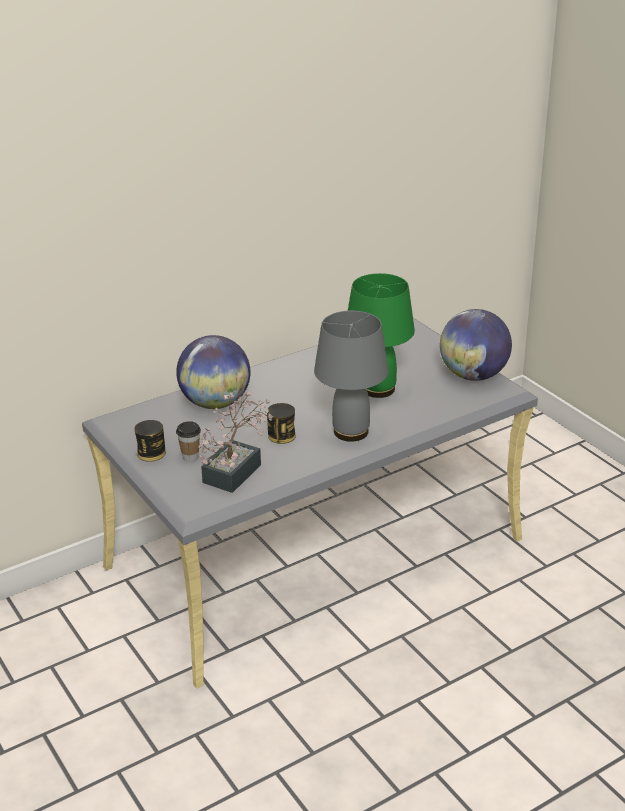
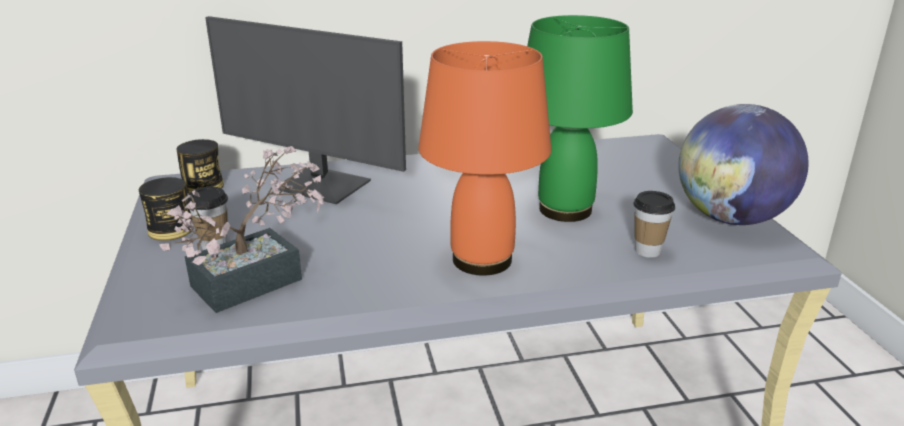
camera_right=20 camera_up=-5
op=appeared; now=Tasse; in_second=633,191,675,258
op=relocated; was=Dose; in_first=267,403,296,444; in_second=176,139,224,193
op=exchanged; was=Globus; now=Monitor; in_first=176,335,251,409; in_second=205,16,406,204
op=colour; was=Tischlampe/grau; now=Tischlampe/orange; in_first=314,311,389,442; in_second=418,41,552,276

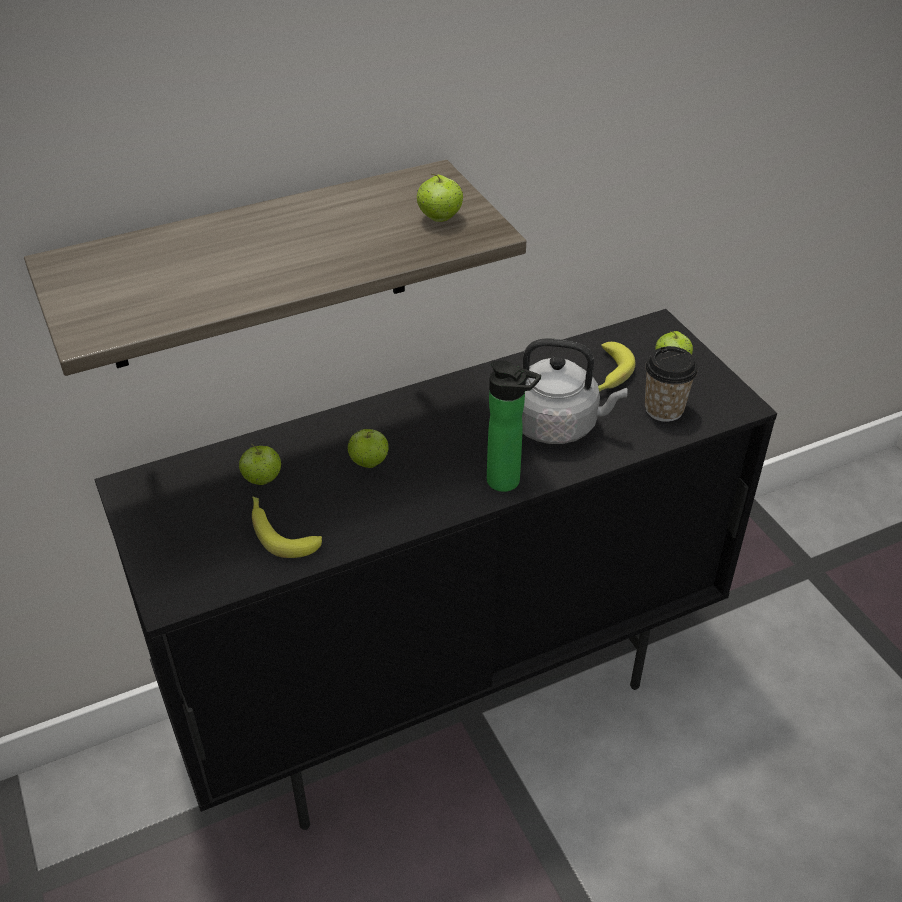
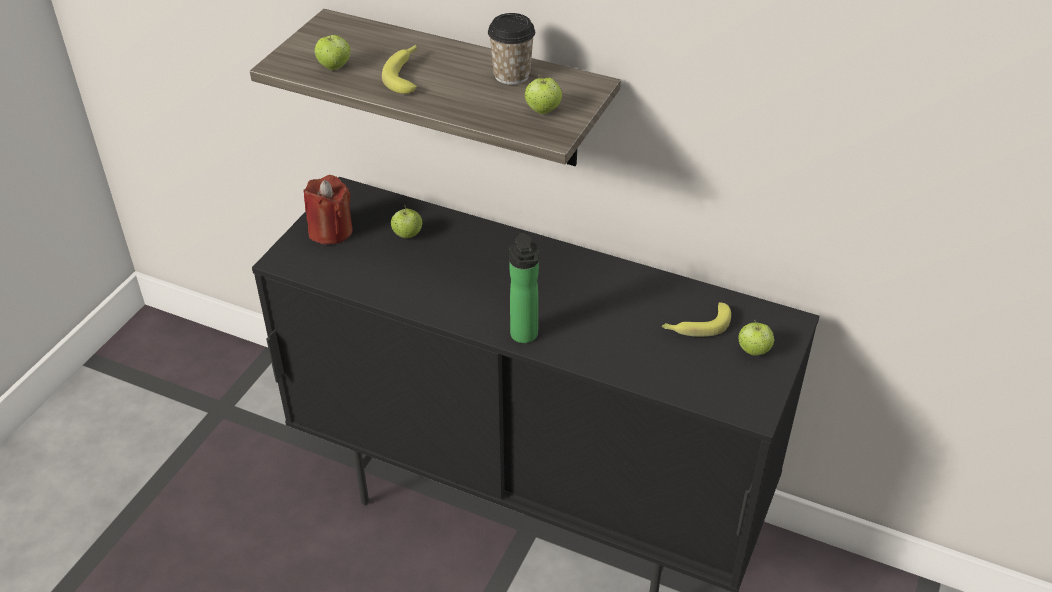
camera_right=50 camera_up=0
op=missing; was=Wasserkessel/grau; in_first=522,339,627,444
op=appeared; now=Kerze/rot; in_second=303,175,353,245
op=relocated; was=Banane; in_first=252,497,322,558; in_second=382,45,417,94
op=relocated; was=Apfel; in_first=347,429,389,468; in_second=315,35,350,70
op=relocated; was=Tasse; in_first=645,346,698,422; in_second=488,13,535,85

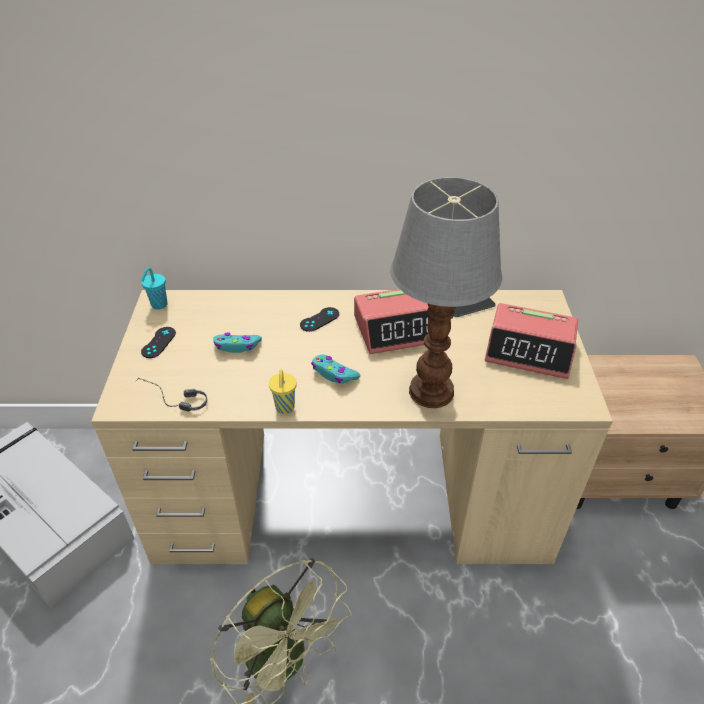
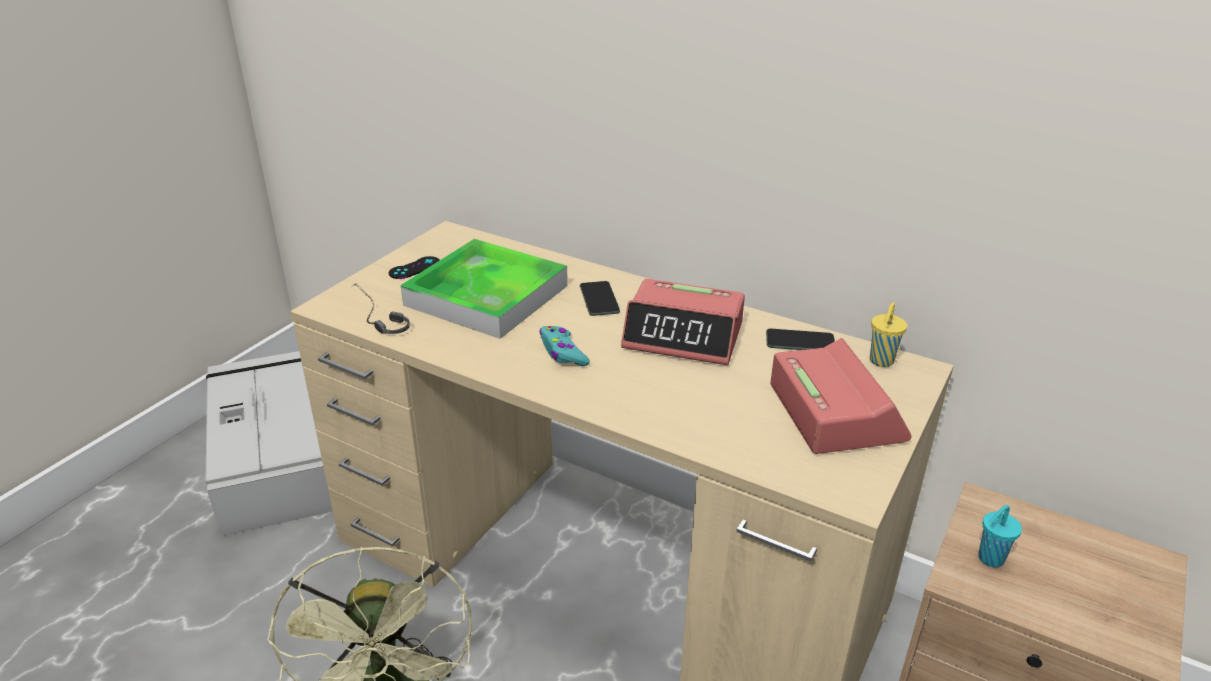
camera_right=30 camera_up=-10
op=missing; was=Tischlampe; in_first=390,177,502,408
op=relocated; was=Tasse/türkis; in_first=141,267,168,310; in_second=978,505,1022,567
op=relocated; was=Tasse/gelb; in_first=269,369,297,414; in_second=870,302,907,367
op=exchanged; was=Gamepad/türkis; now=Tablett; in_first=213,332,262,353; in_second=401,239,568,339
op=exchanged; was=Gamepad/schwarz; now=Handy; in_first=300,307,339,332; in_second=580,281,620,316
op=spun; was=Wecker; in_first=485,303,578,379; in_second=770,338,912,454; clockwise=-150

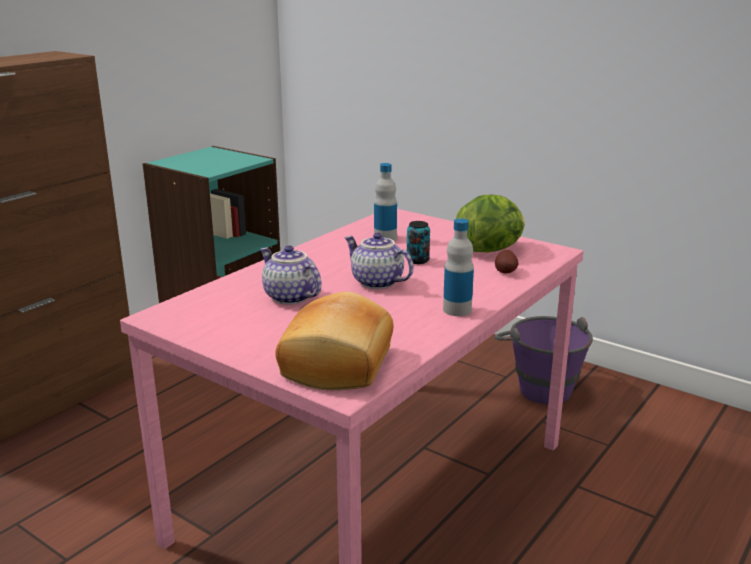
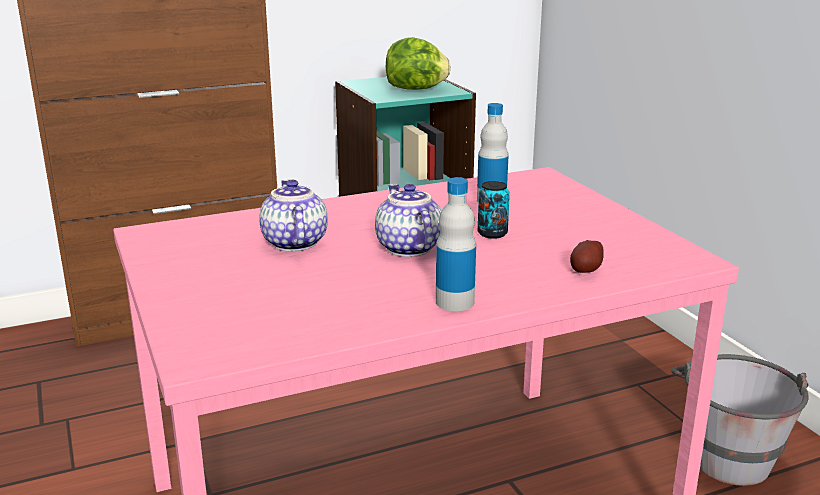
camera_right=30 camera_up=0
op=missing; was=Brot; in_first=275,292,394,390
op=relocated; was=Salatkopf; in_first=456,195,525,252; in_second=386,37,451,90
op=colour; was=Eimer/lila; now=Eimer/grau; in_first=494,316,593,405; in_second=671,354,809,486

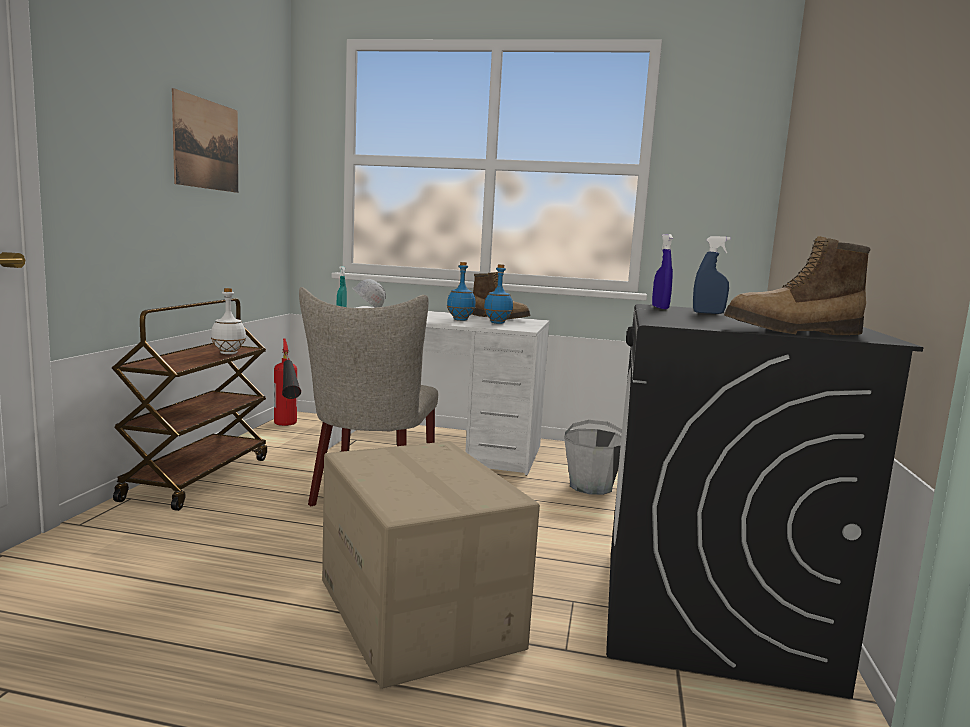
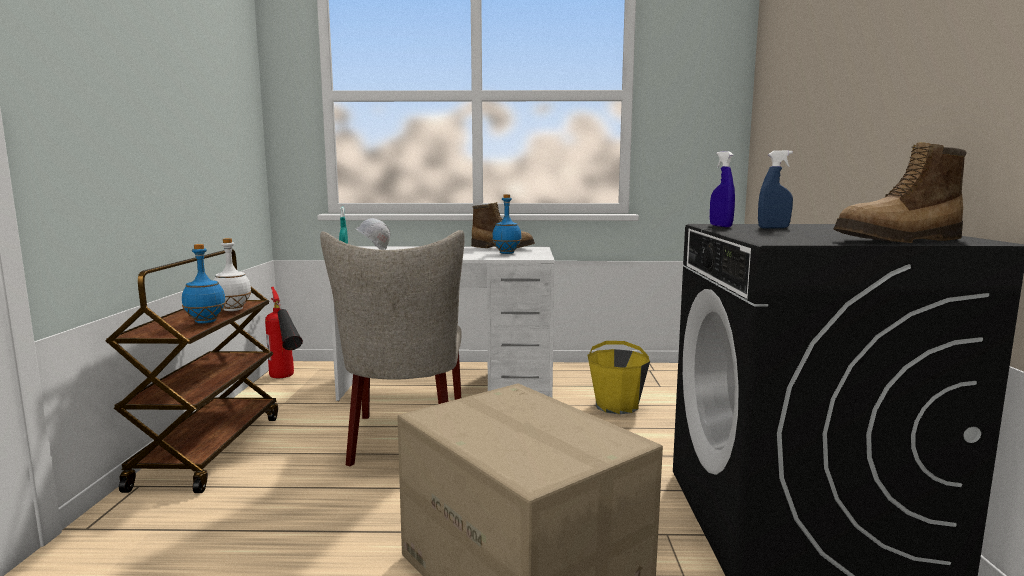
camera_right=-10 camera_up=0
op=missing; was=Bild; in_first=172,88,238,193
op=relocated; was=Flasche/blau; in_first=447,262,476,321; in_second=182,244,226,324
op=colour; was=Eimer/grau; now=Eimer/gelb; in_first=564,420,622,495; in_second=588,341,650,415

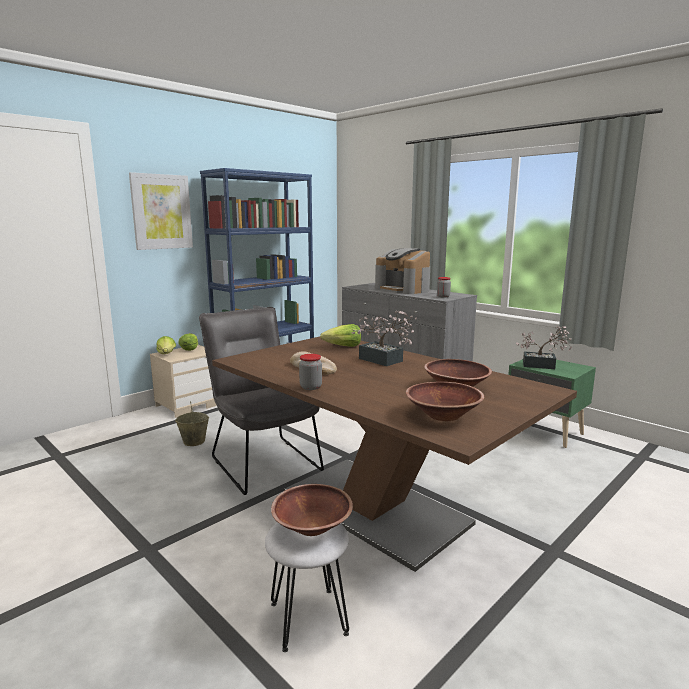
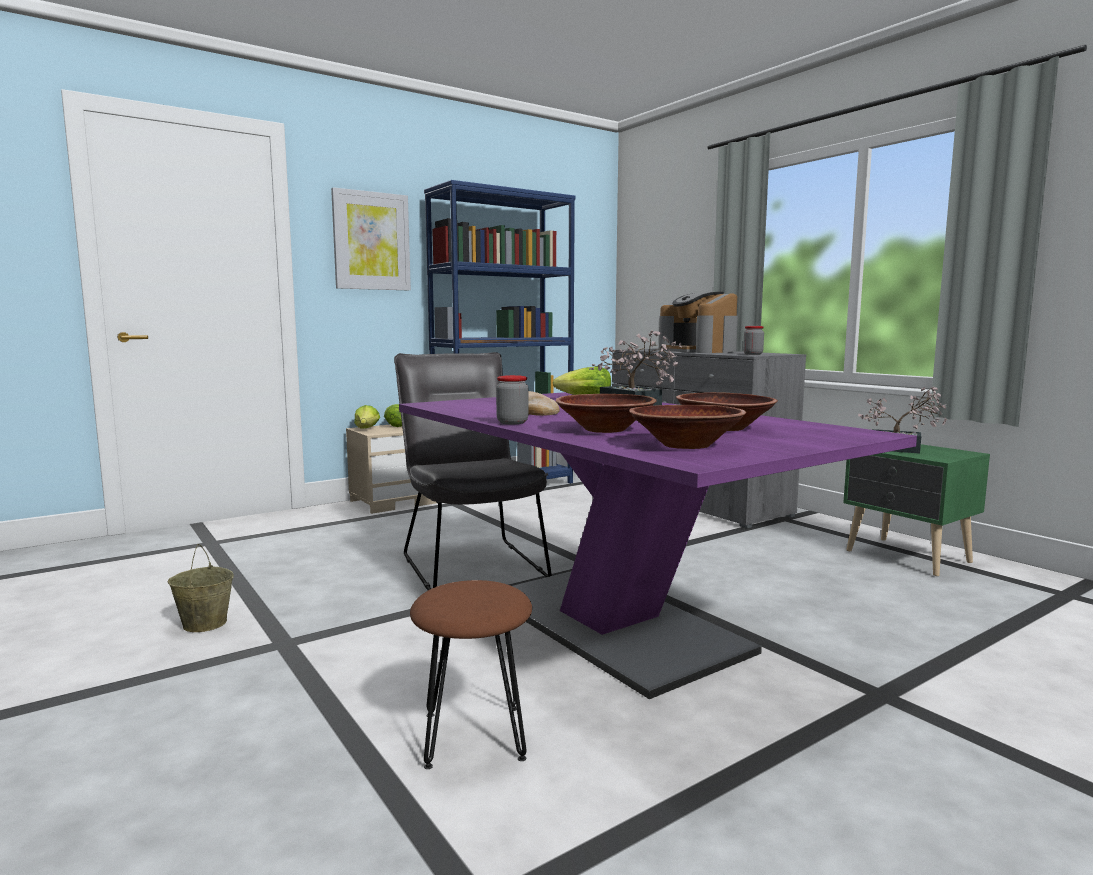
camera_right=10 camera_up=-5
op=relocated; was=Eimer/beige; in_first=175,401,209,446; in_second=168,544,234,632
op=relocated; was=Schüssel/braun; in_first=271,484,353,536; in_second=556,394,656,433
op=colour; was=Esstisch/braun; now=Esstisch/lila; in_first=212,337,577,572; in_second=399,392,917,699
op=colour; was=Hocker/weiß; now=Hocker/braun; in_first=265,522,349,652; in_second=410,580,532,769

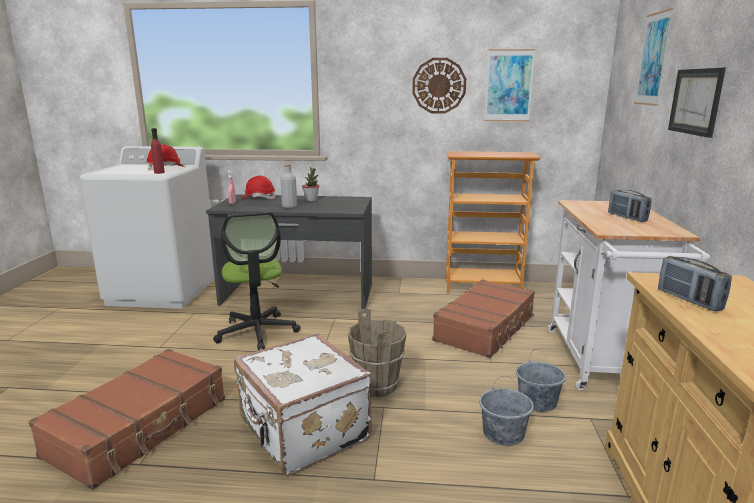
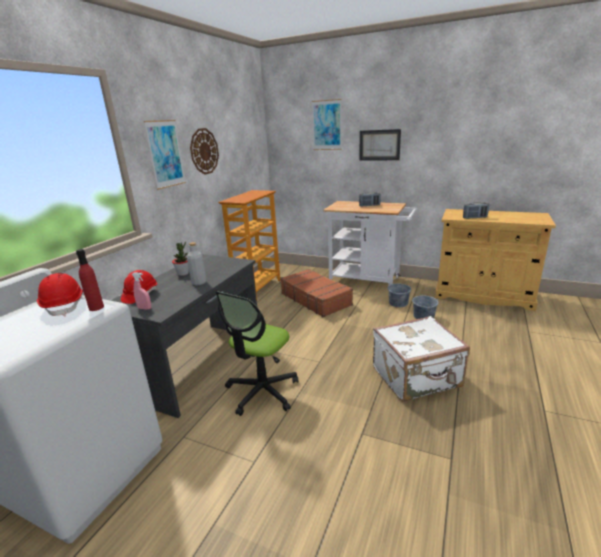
camera_right=-70 camera_up=5
op=missing; was=Koffer/braun; in_first=28,349,225,490
op=missing; was=Eimer/braun; in_first=348,308,407,397
op=relocated; was=Bild; in_first=484,49,536,121; in_second=144,120,186,190
op=spun; was=Bürostuhl; in_first=213,212,300,351; in_second=215,292,298,416; clockwise=120

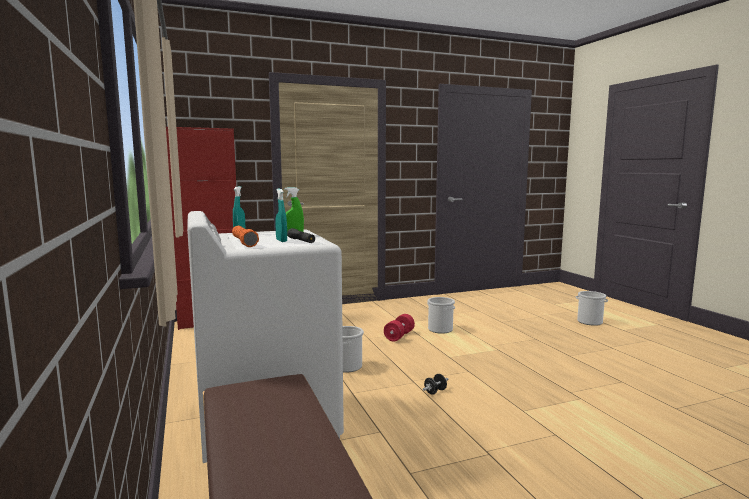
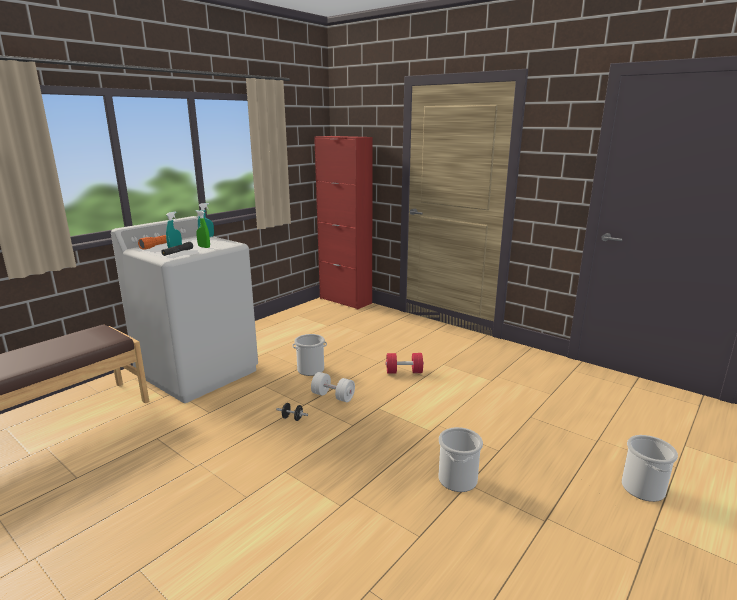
camera_right=60 camera_up=10
op=appeared; now=Hantel/weiß; in_second=311,372,355,402
op=relocated; was=Eimer; in_first=427,297,455,334; in_second=439,427,483,492

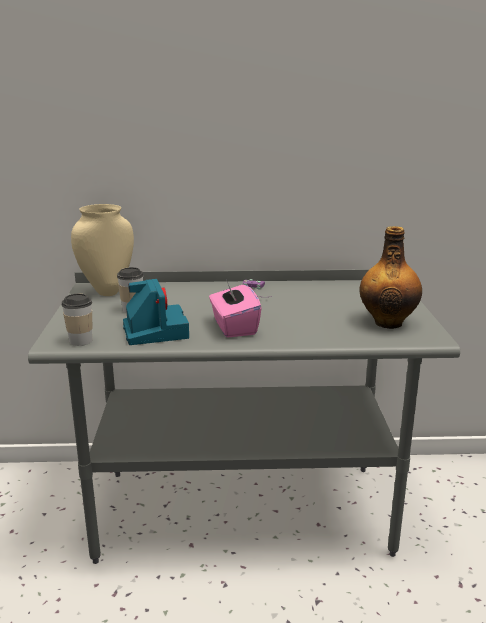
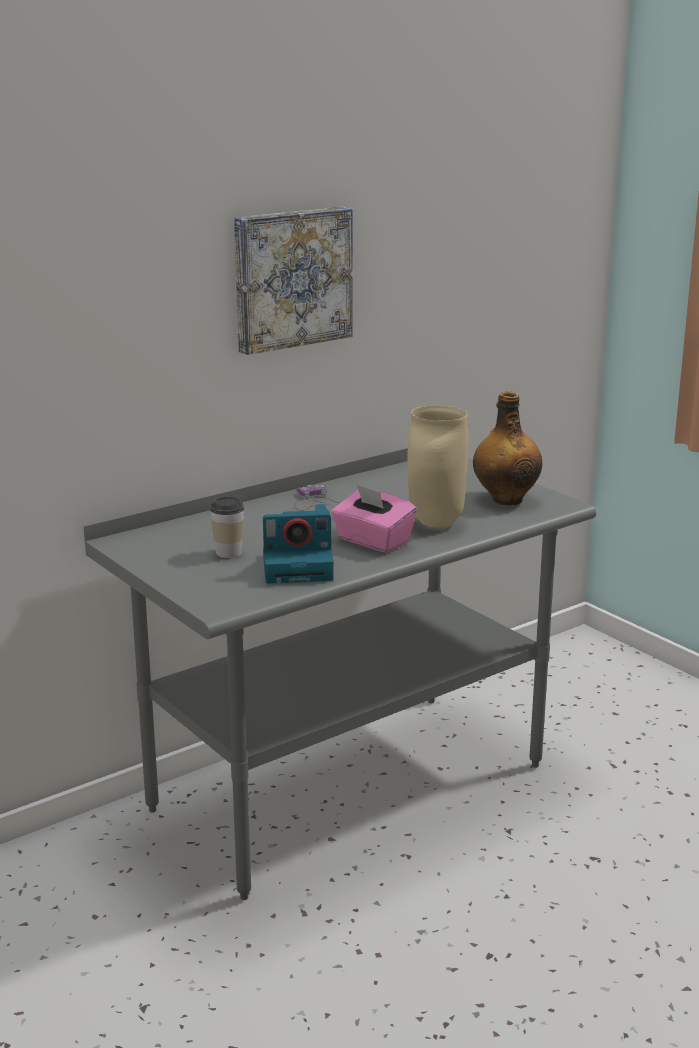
camera_right=-35 camera_up=0
op=missing; was=Tasse; in_first=62,294,92,346
op=appeared; now=Bild; in_second=234,206,353,355
op=relocated; was=Vase/beige; in_first=71,204,134,296; in_second=407,405,468,528
op=spun; was=Kamera; in_first=123,279,189,345; in_second=263,504,334,583; clockwise=135

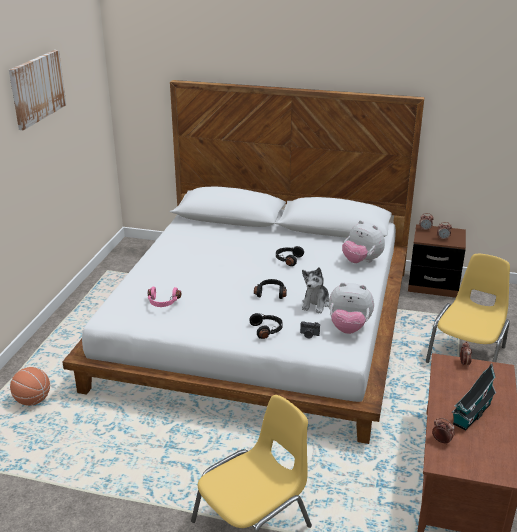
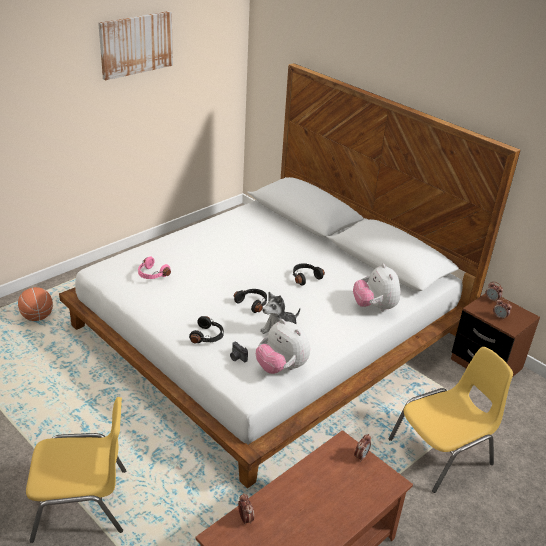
camera_right=30 camera_up=5
op=missing; was=Spielzeughaus; in_first=452,364,496,431

